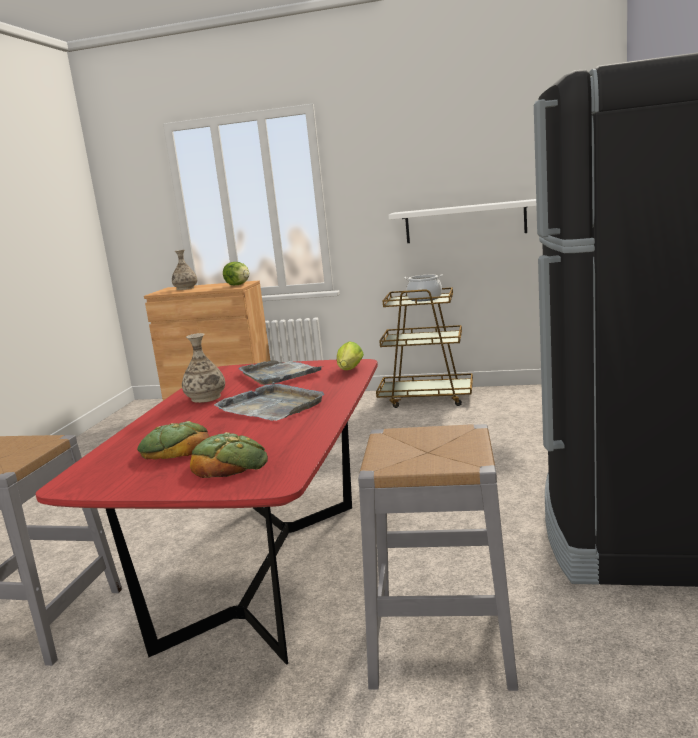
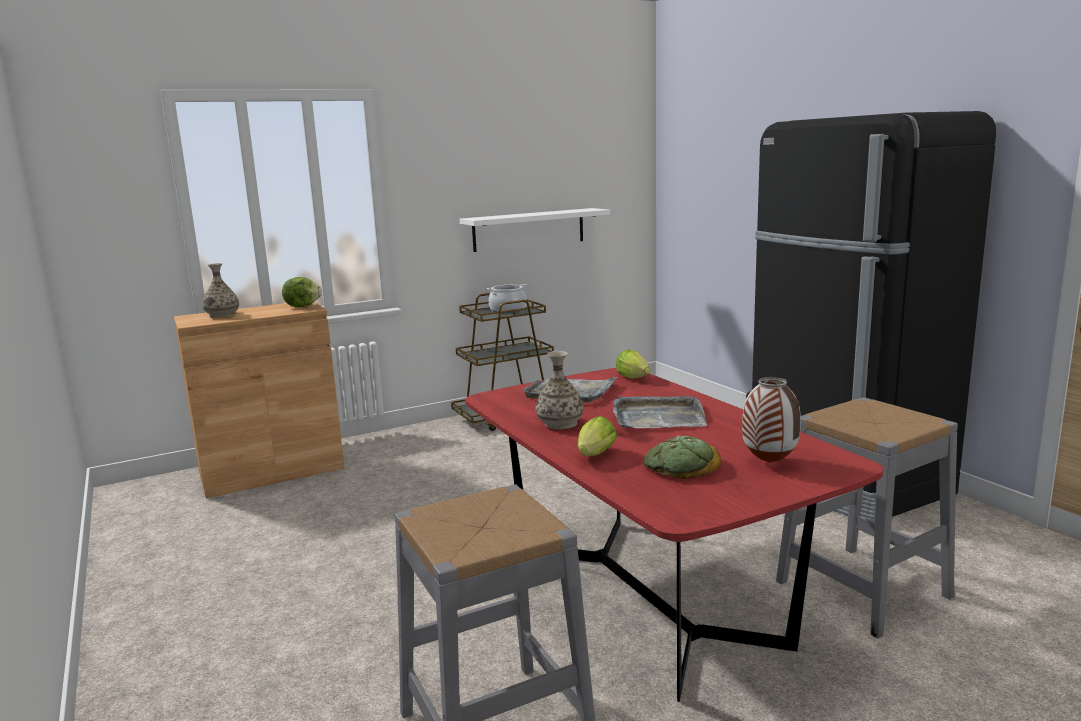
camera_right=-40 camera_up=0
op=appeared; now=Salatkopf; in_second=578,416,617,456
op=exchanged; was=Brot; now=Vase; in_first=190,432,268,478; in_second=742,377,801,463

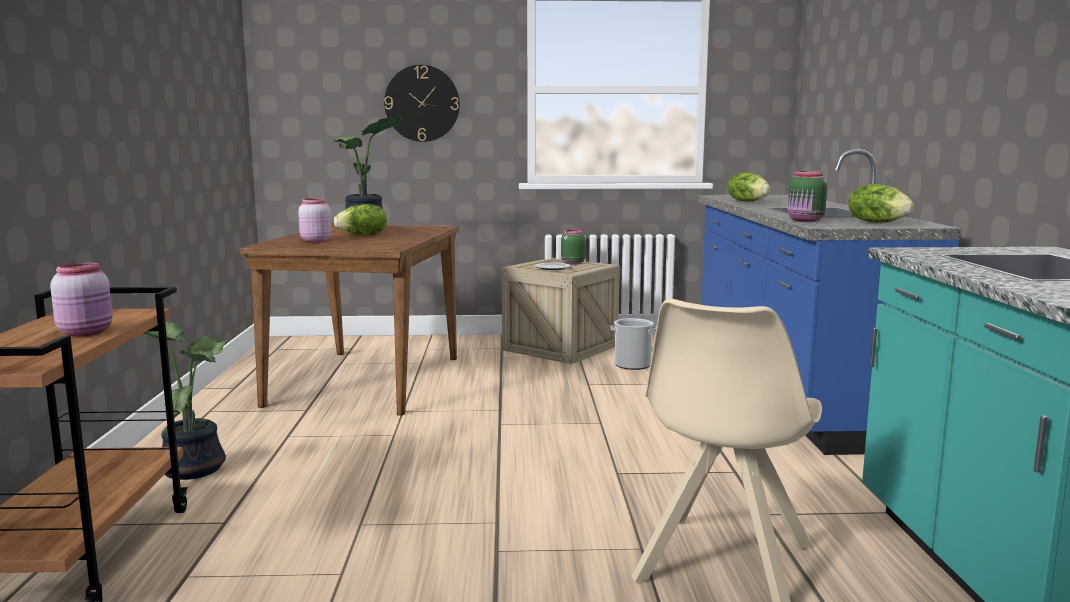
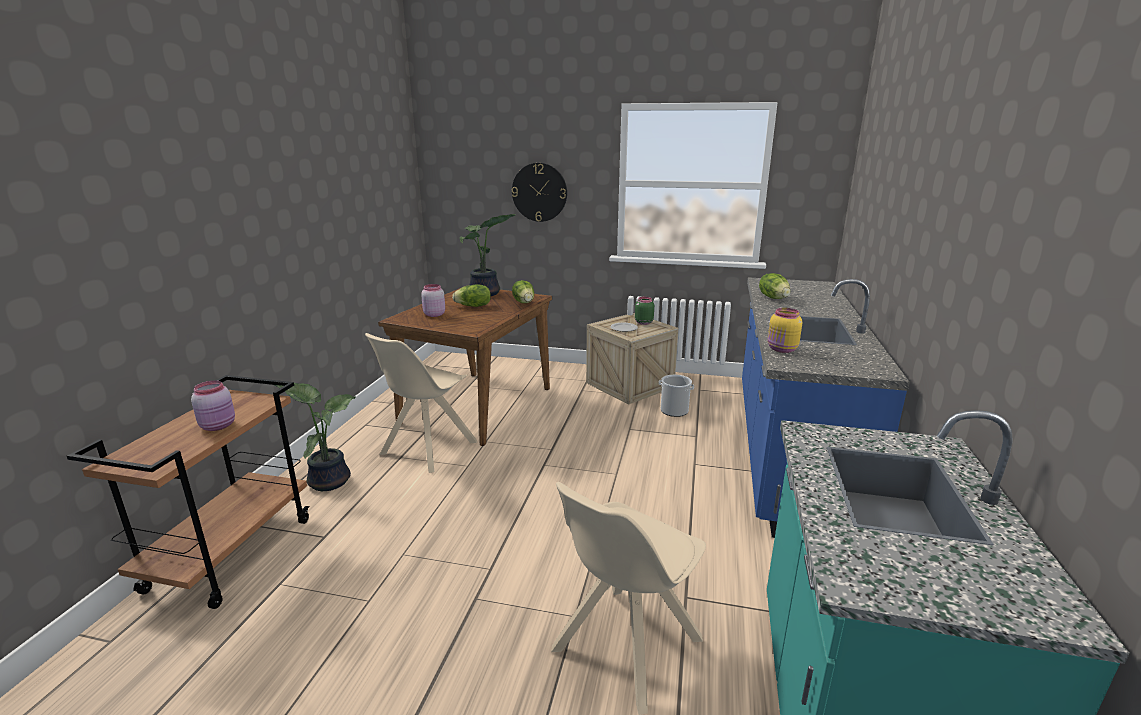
camera_right=15 camera_up=10
op=appeared; now=Stuhl/beige; in_second=365,333,477,473
op=relocated; was=Salatkopf; in_first=848,184,914,223; in_second=512,280,534,303
op=colour; was=Vorratsglas/grün; now=Vorratsglas/gelb; in_first=788,171,827,222; in_second=768,308,802,353

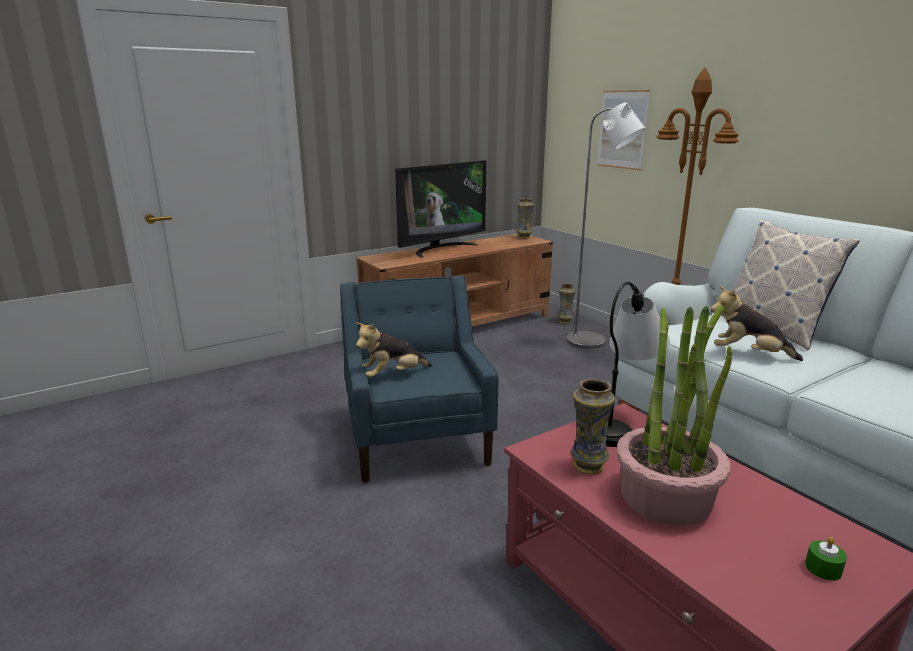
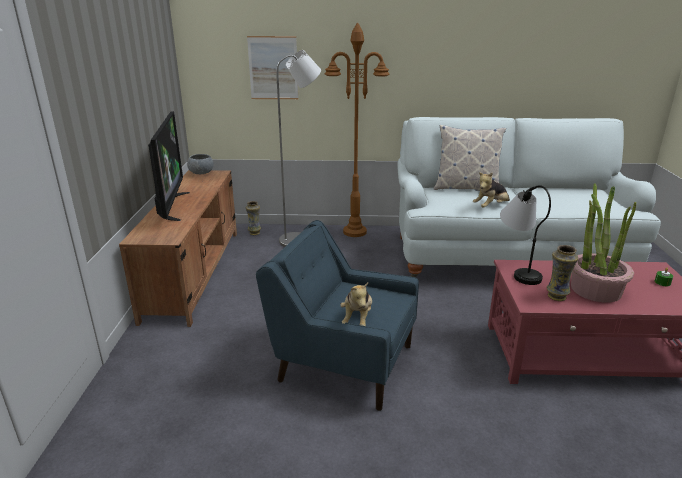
camera_right=-55 camera_up=5
op=exchanged; was=Vase; now=Schüssel/grau; in_first=516,198,534,238; in_second=187,154,214,174

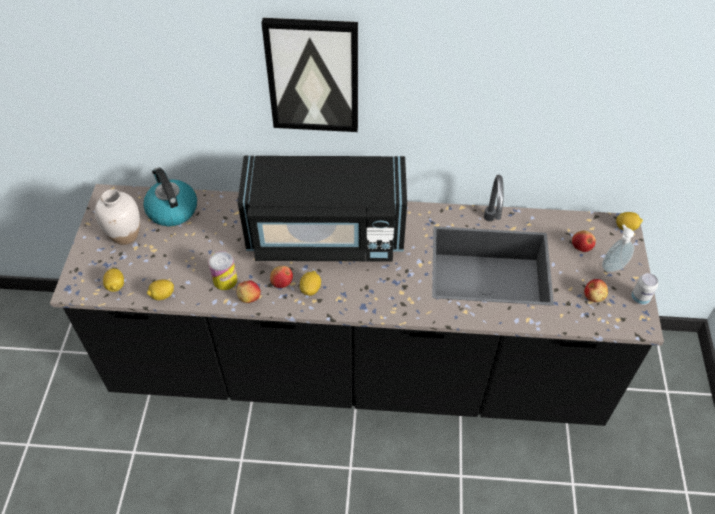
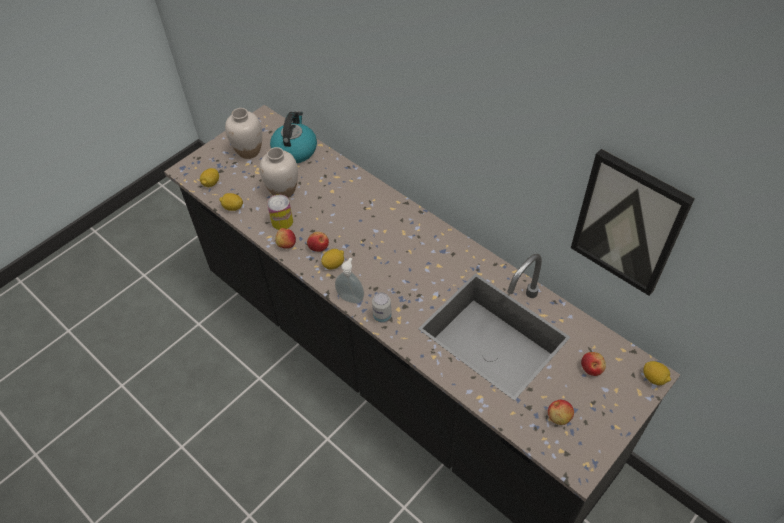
camera_right=40 camera_up=0
op=missing; was=Mikrowelle/schwarz; in_first=238,156,407,262
op=appeared; now=Vase/weiß; in_second=260,147,298,198
op=relocated; was=Bild; in_first=262,18,358,132; in_second=571,149,695,296
op=relocated; was=Seifenspender; in_first=602,224,634,272; in_second=335,258,364,303
op=relocated; was=Dose; in_first=631,273,658,305; in_second=372,292,391,323

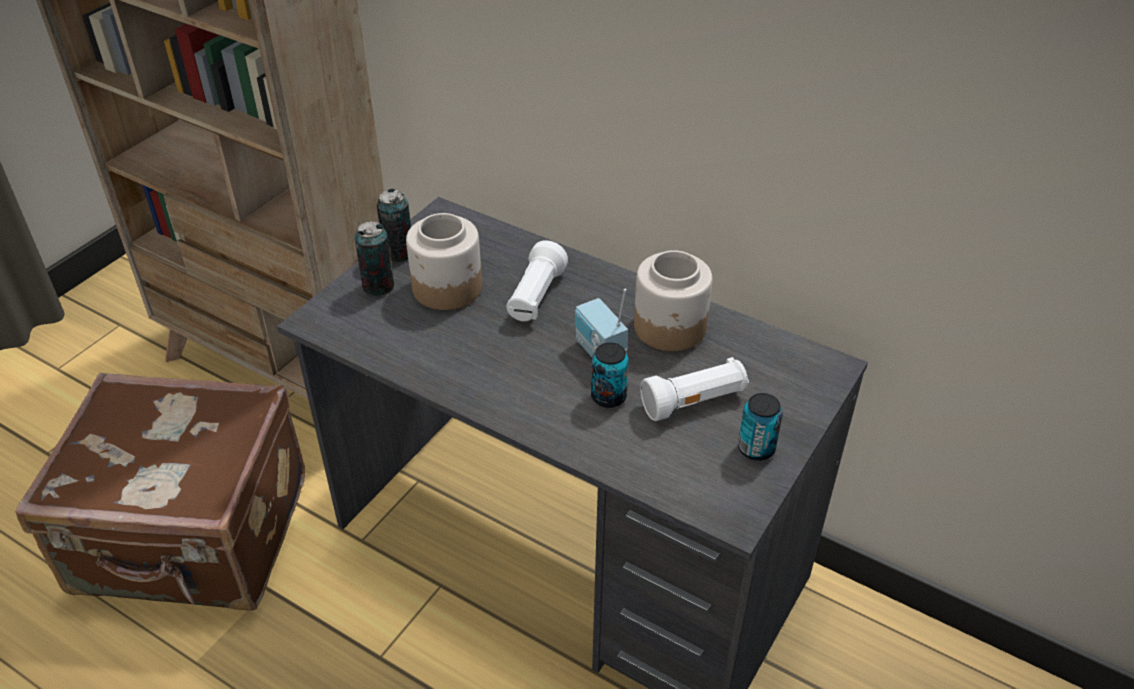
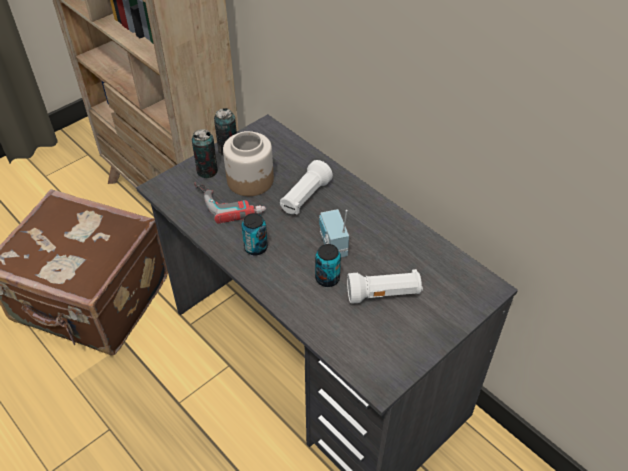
camera_right=15 camera_up=5
op=missing; was=Vorratsglas; in_first=634,250,712,351
op=appeared; now=Bohrmaschine; in_second=194,182,266,224
op=relocated; was=Dose; in_first=738,393,783,461; in_second=242,213,268,255

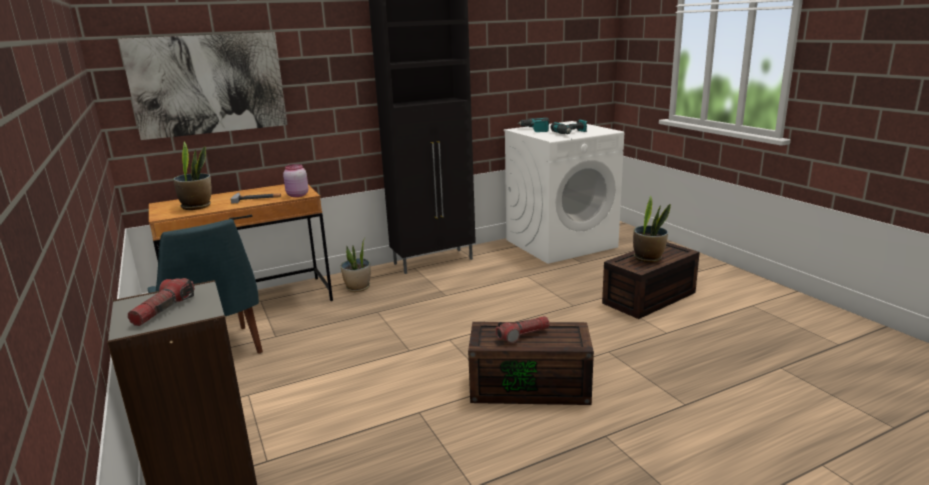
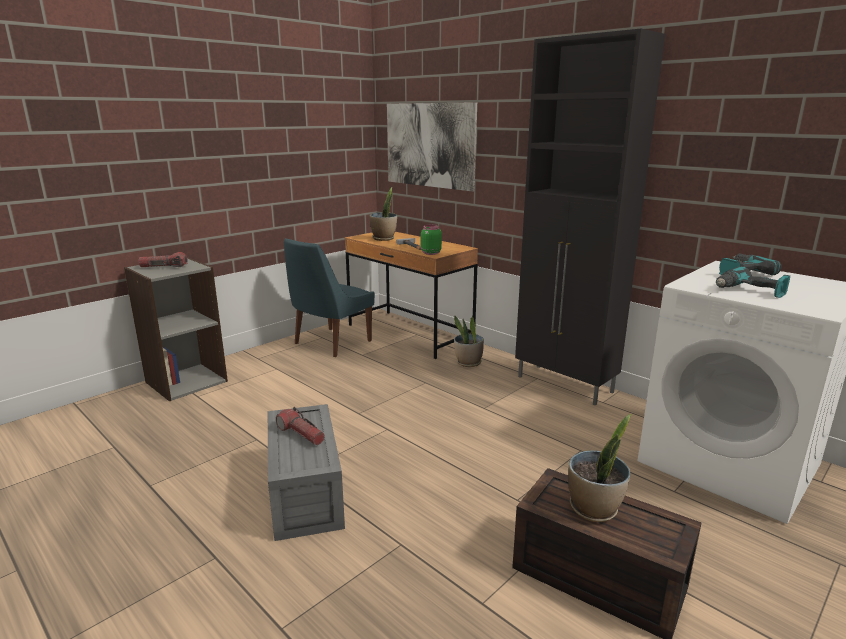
camera_right=70 camera_up=0
op=colour; was=Vorratsglas/rosa; now=Vorratsglas/grün; in_first=283,164,309,197; in_second=421,224,442,255
op=colour; was=Aufbewahrungsbox/braun; now=Aufbewahrungsbox/grau; in_first=468,322,594,405; in_second=268,404,345,541

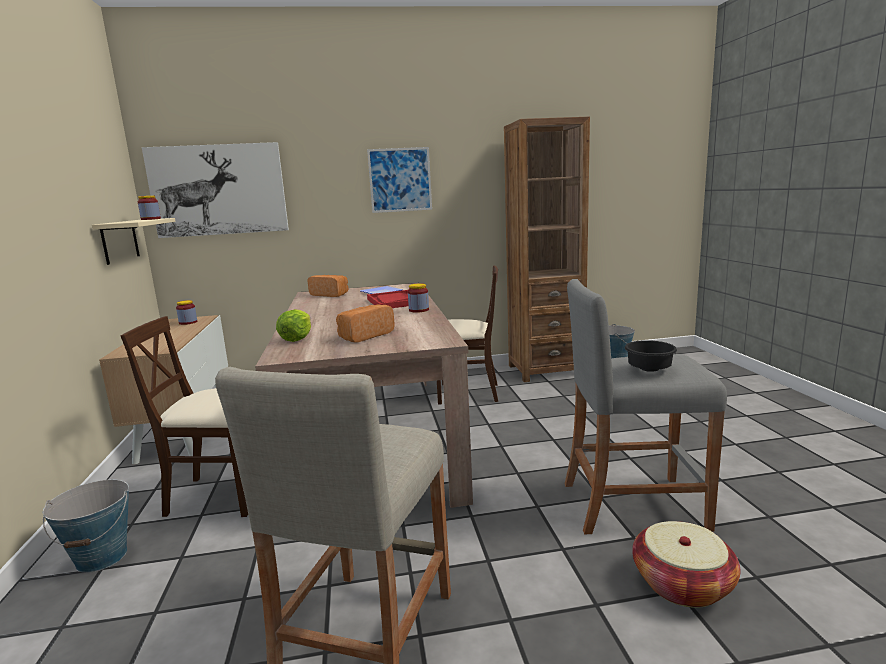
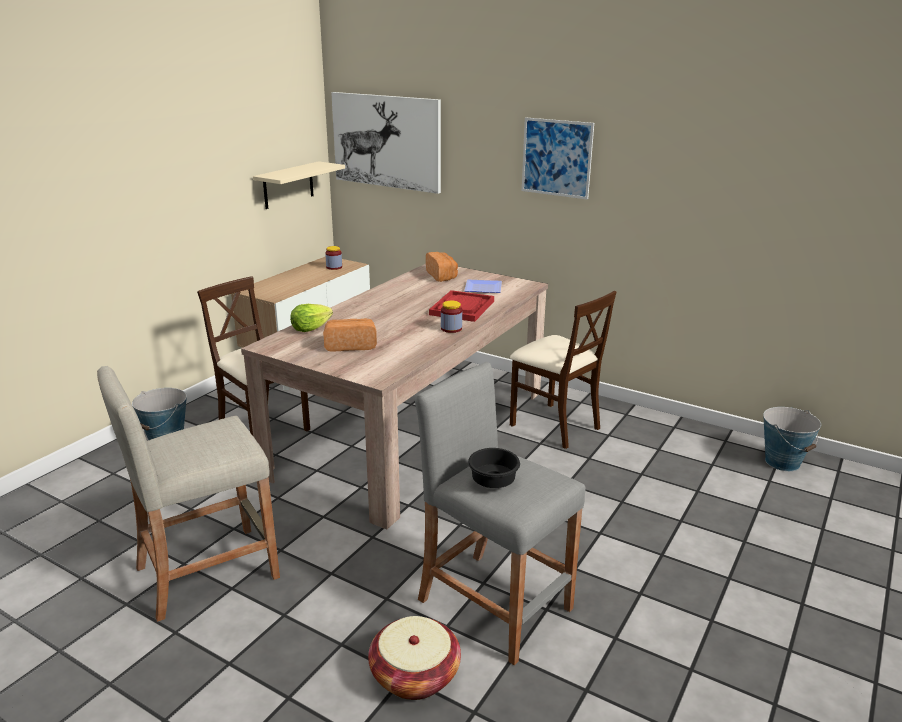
camera_right=40 camera_up=10
op=missing; was=Vorratsglas; in_first=138,196,161,220
op=missing; was=Bücherregal/braun; in_first=504,117,590,382

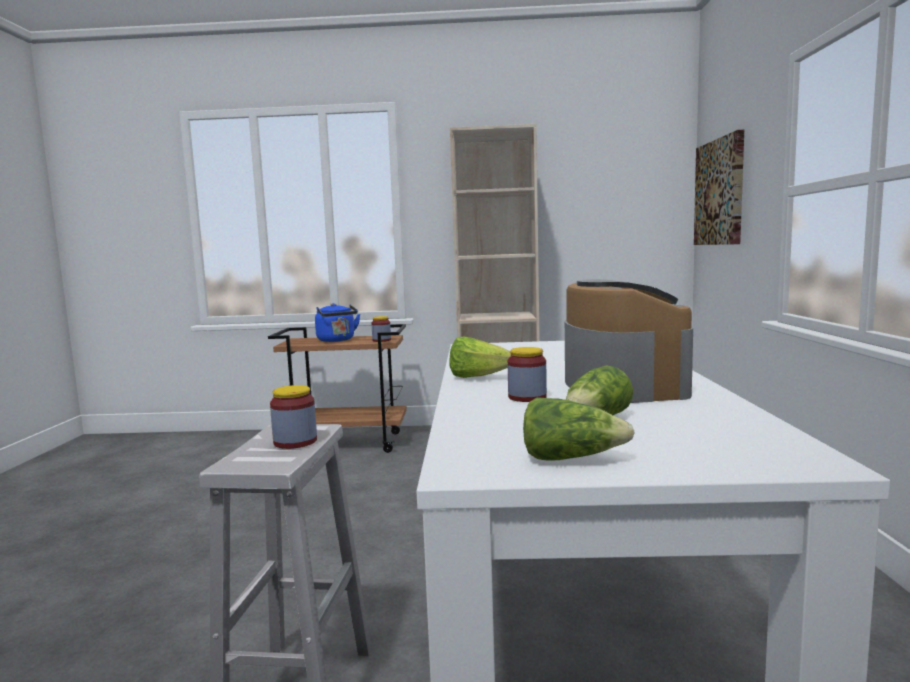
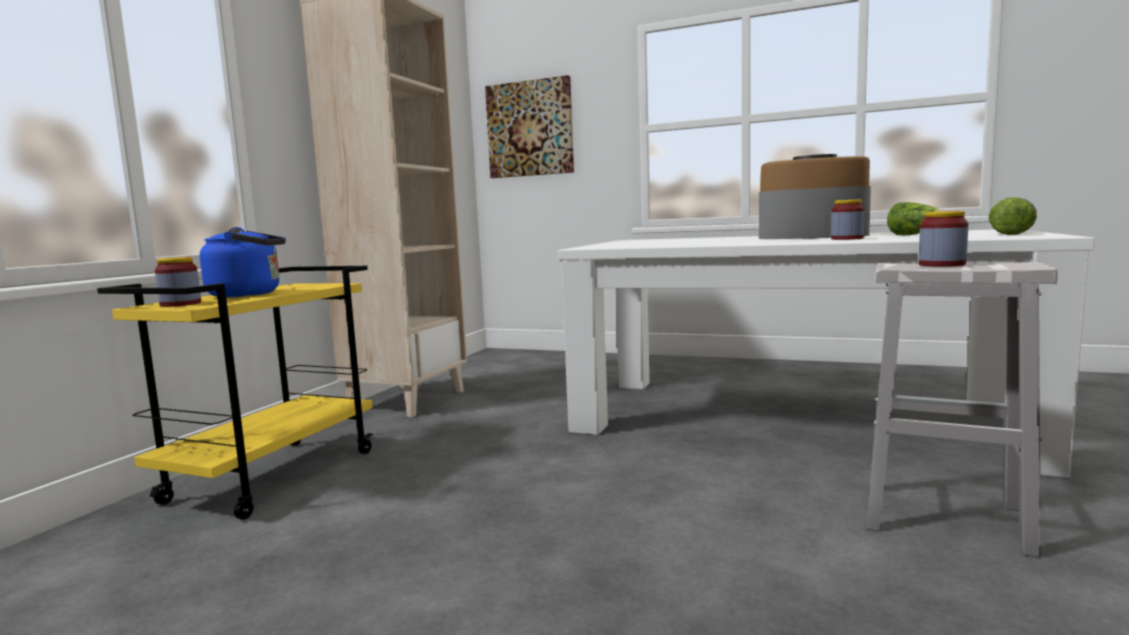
camera_right=-70 camera_up=0
op=missing; was=Salatkopf; in_first=450,336,511,378
op=relocated; was=Vorratsglas; in_first=372,316,391,342; in_second=155,257,201,307
op=colour; was=Rollwagen/braun; now=Rollwagen/gelb; in_first=268,324,407,453; in_second=97,266,373,520

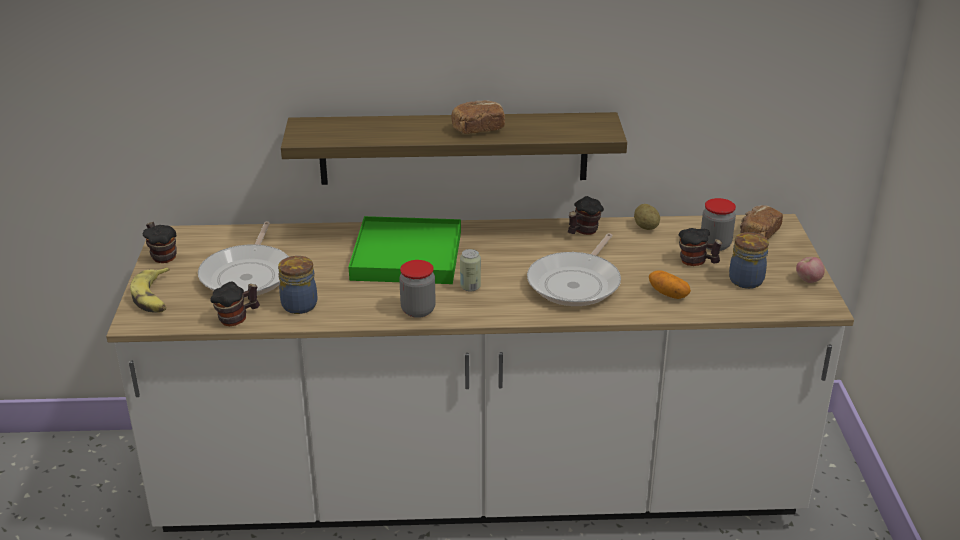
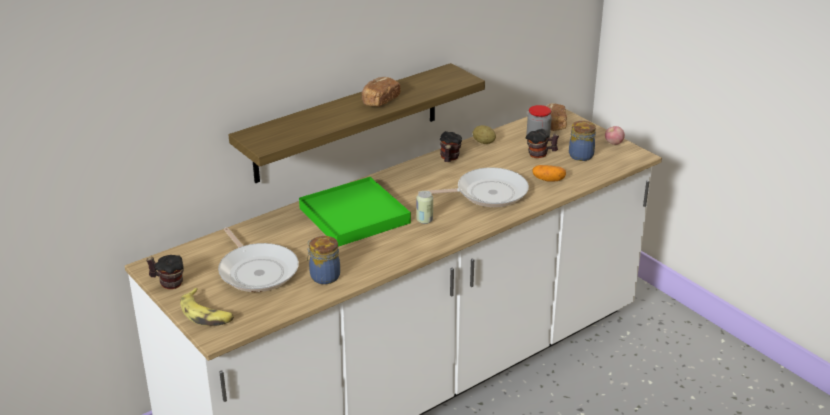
camera_right=-35 camera_up=0
op=missing; was=Henkelbecher; in_first=210,281,260,326
op=missing; was=Vorratsglas; in_first=399,260,436,318
op=spun; was=Pfanne; in_first=527,233,621,306; in_second=418,167,529,207; clockwise=-90

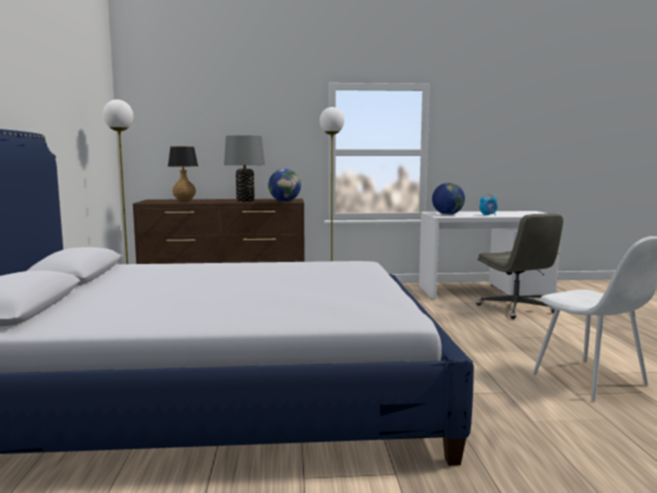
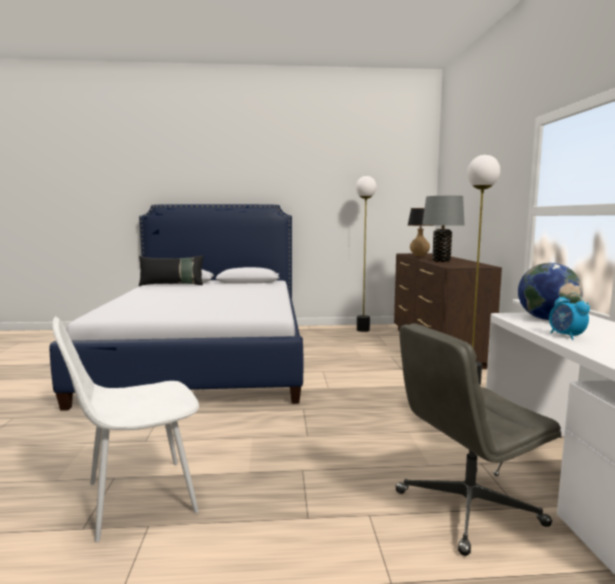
camera_right=90 camera_up=0
op=missing; was=Globus; in_first=268,169,301,202
op=appeared; now=Kissen/schwarz; in_second=139,255,204,286

